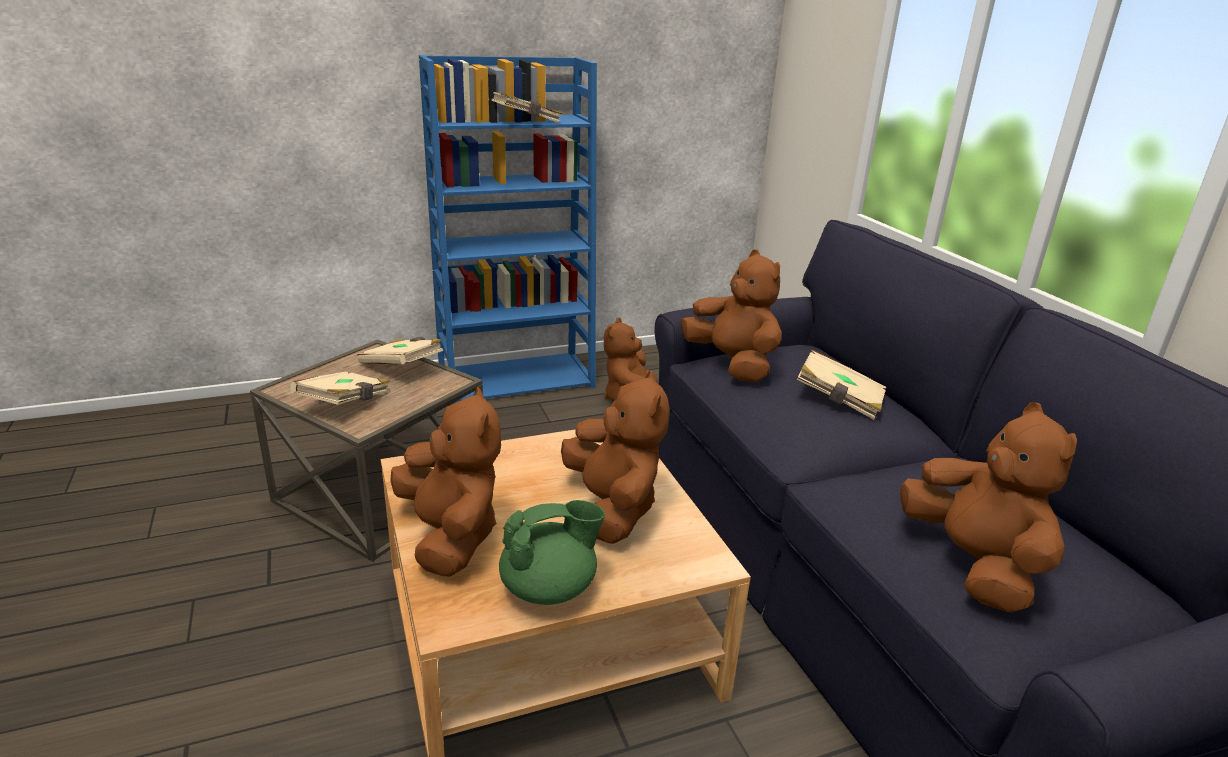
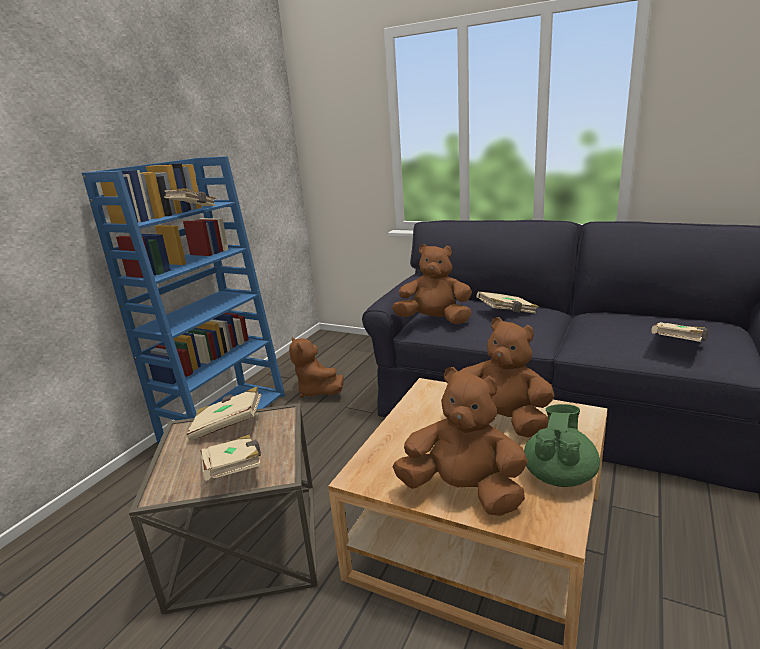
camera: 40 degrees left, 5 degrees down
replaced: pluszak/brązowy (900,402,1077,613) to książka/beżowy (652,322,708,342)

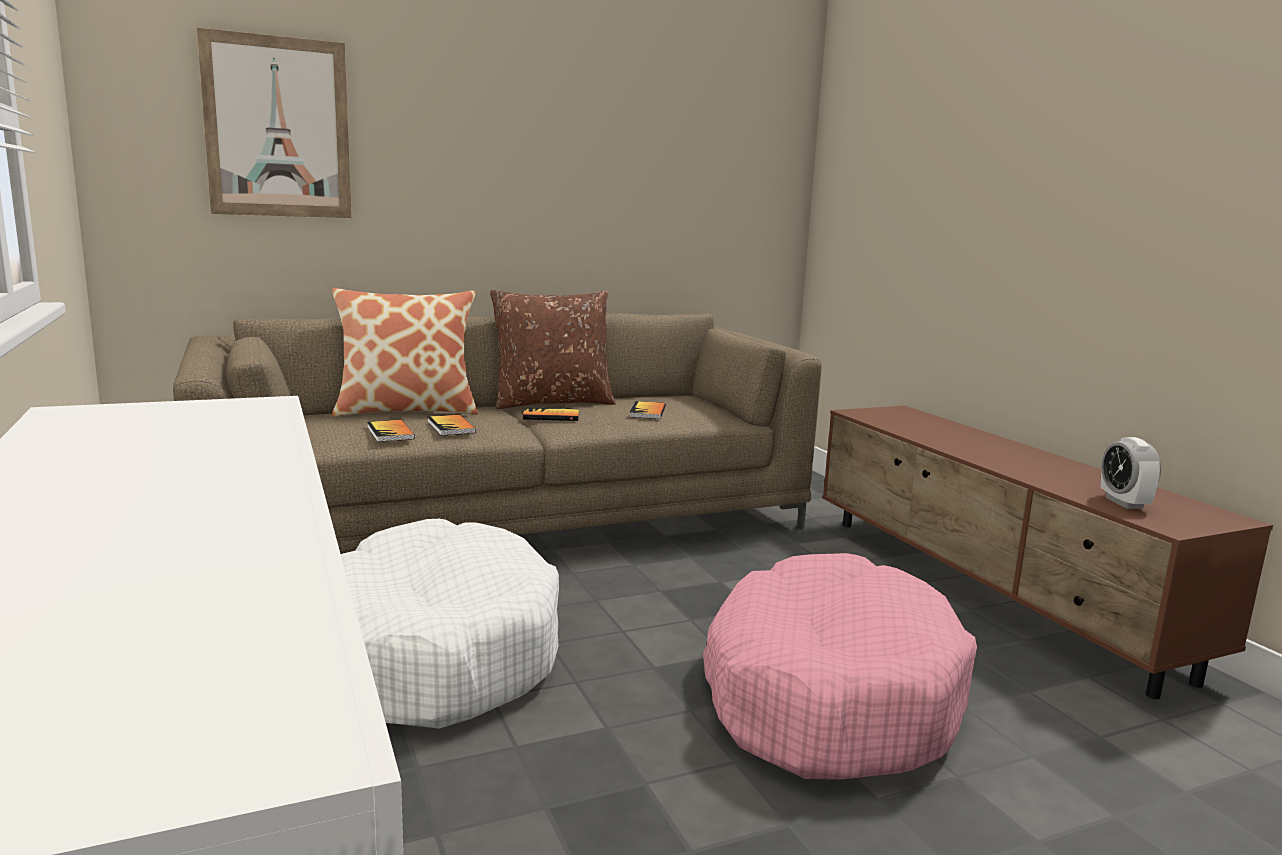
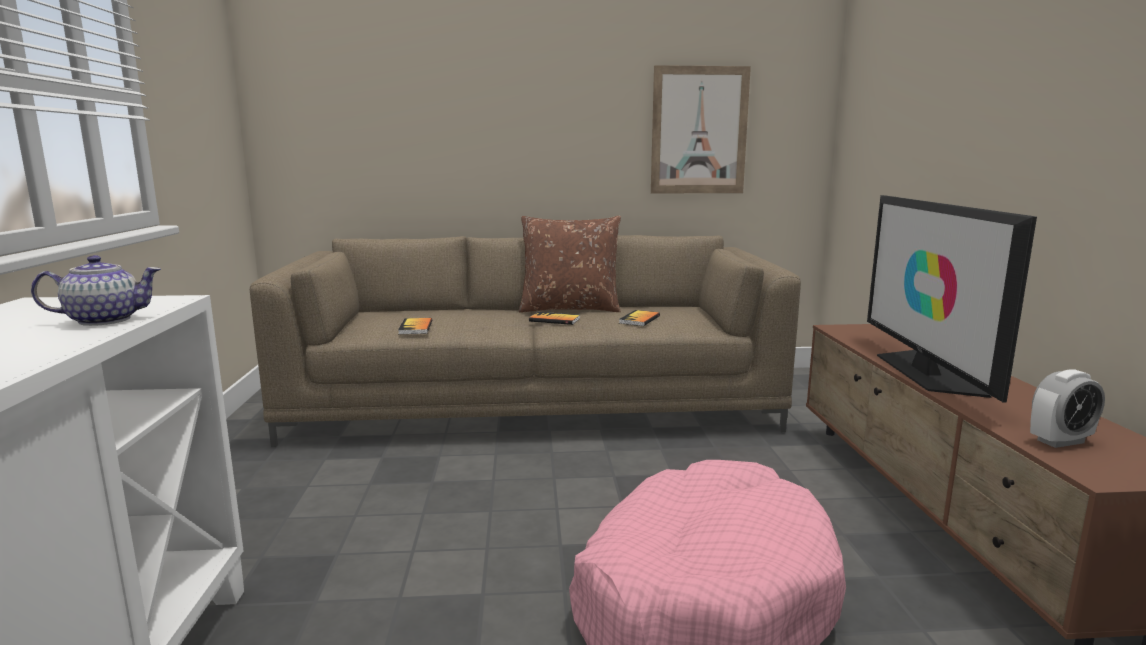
camera: 20 degrees right, 0 degrees up
removed: poduszka (332,288,478,417); legowisko/biały (341,519,559,729); książka (427,415,476,436)
added: imbryk (31,255,161,326); telewizor (867,195,1037,402)
moved: obraz (197,28,351,218) to (651,65,751,194)
turned: budzik (1100,437,1161,509) = (1030,369,1105,448) 120 degrees counterclockwise

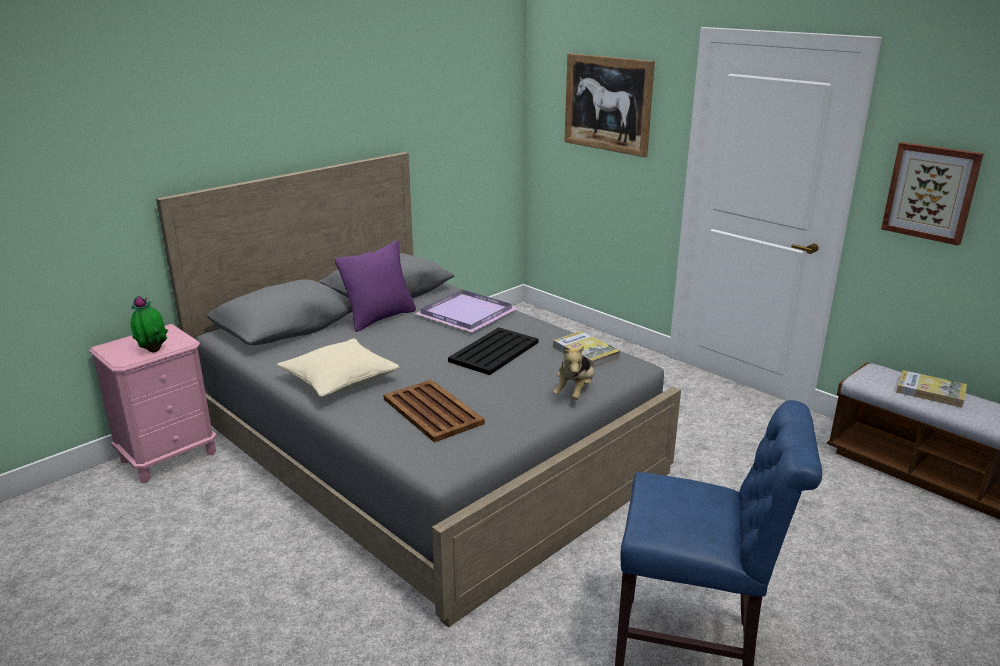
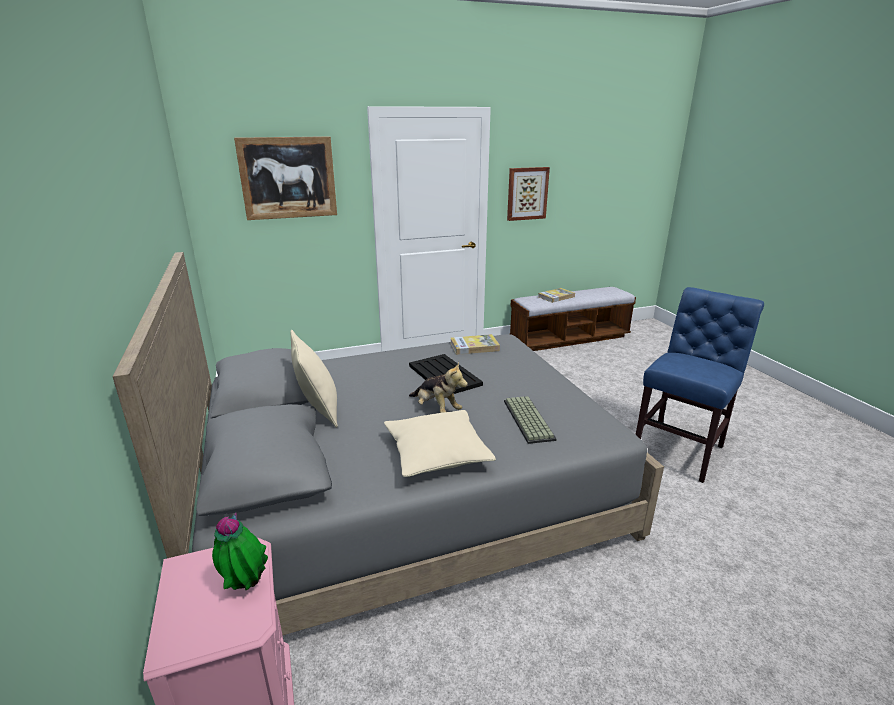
camera: 65 degrees left, 0 degrees up
removed: taca/fioletowy (414,290,518,332)
moved: pluszak (553,346,594,400) to (409,362,468,413)
replaced: taca/brązowy (383,380,485,443) to klawiatura (504,396,556,444)
recoloured: poduszka/fioletowy (335,241,416,332) to poduszka/beżowy (290,330,338,428)

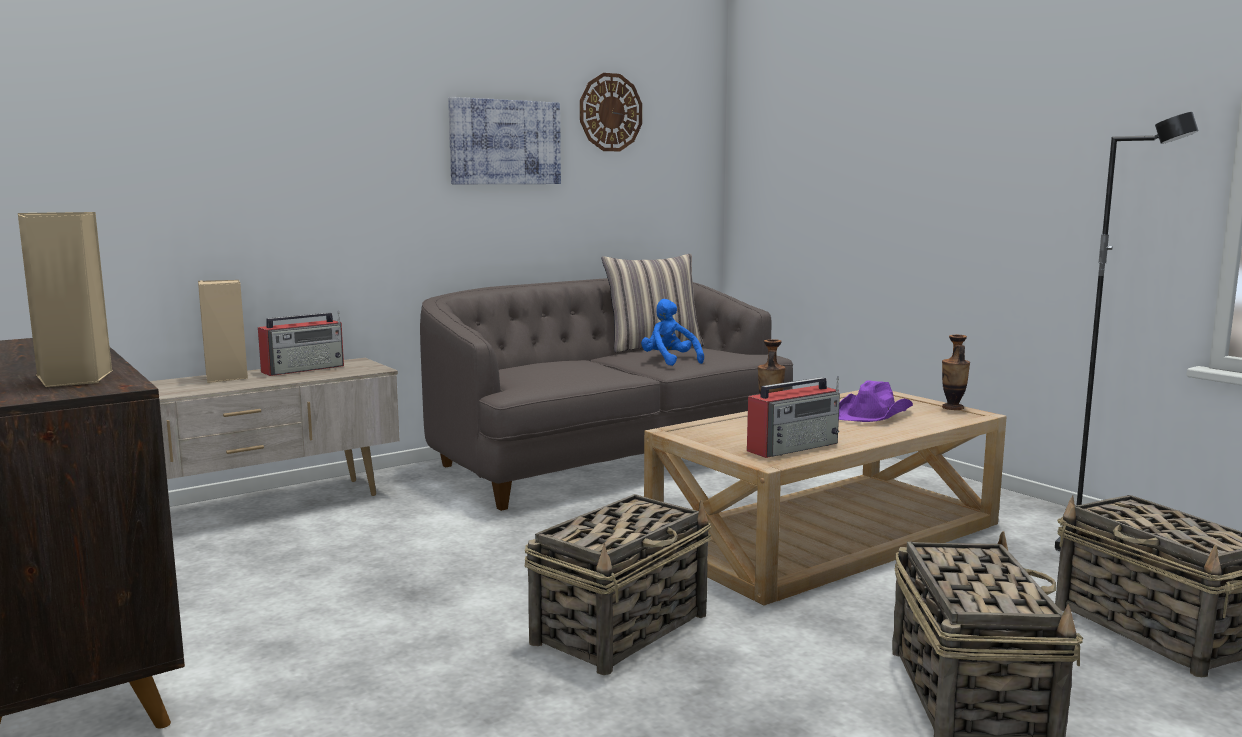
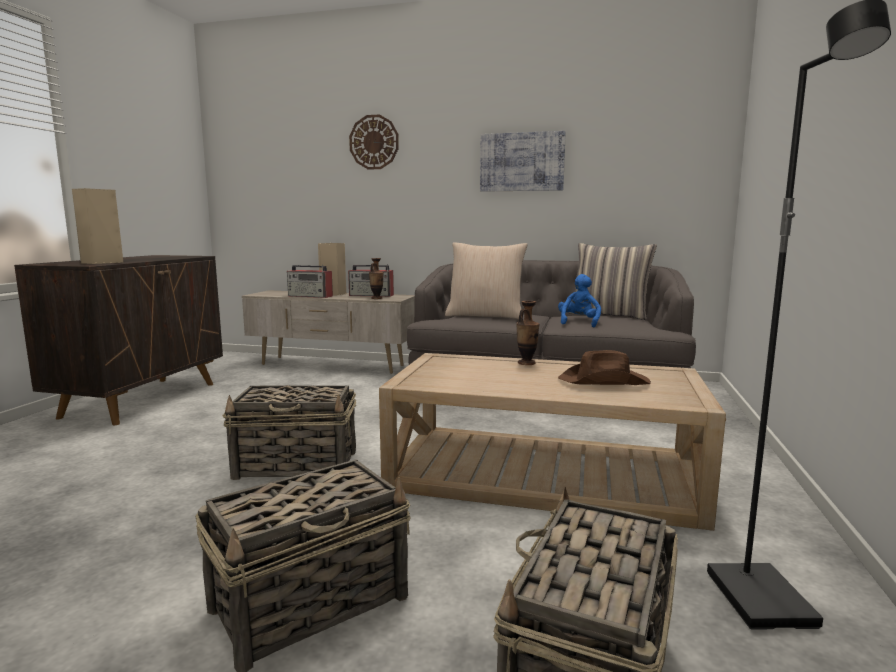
camera: 50 degrees right, 0 degrees up
added: poduszka/beżowy (445,243,527,320)
moved: zegar ścienny (580,73,642,151) to (349,114,399,170); radio (747,376,840,458) to (287,265,333,298); wazon (942,335,970,410) to (369,258,384,299)
recoloured: kapelusz/fioletowy (839,381,913,422) to kapelusz/brązowy (558,350,651,385)

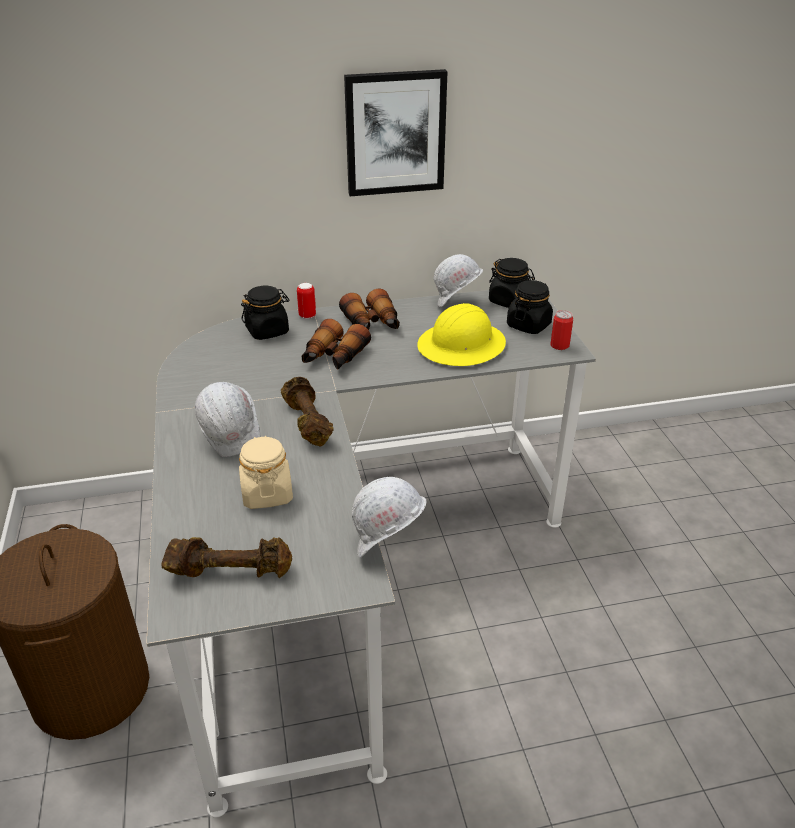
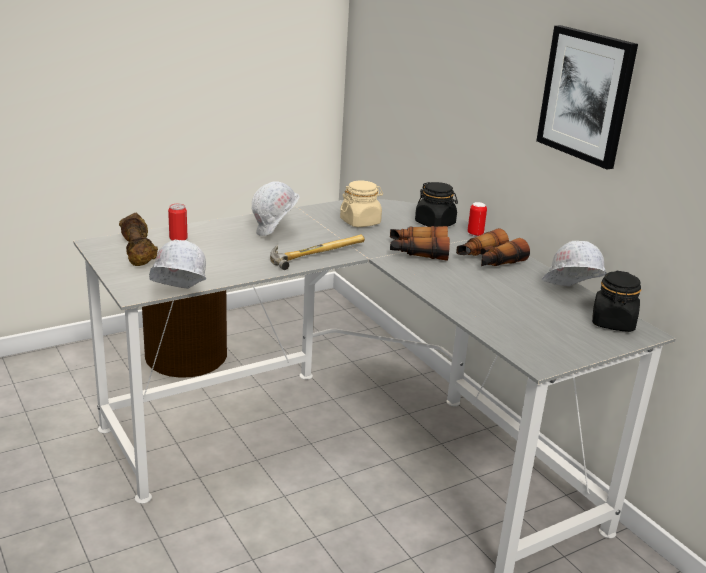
camera: 70 degrees right, 10 degrees down
removed: kask/żółty (417,303,506,366); słoik/czarny (507,280,553,334)
moved: słoik/beżowy (239,436,293,509) to (340,181,383,227); puszka (551,310,573,350) to (168,204,188,241)
replaced: hantel/brązowy (281,377,334,446) to młotek (270,234,365,270)

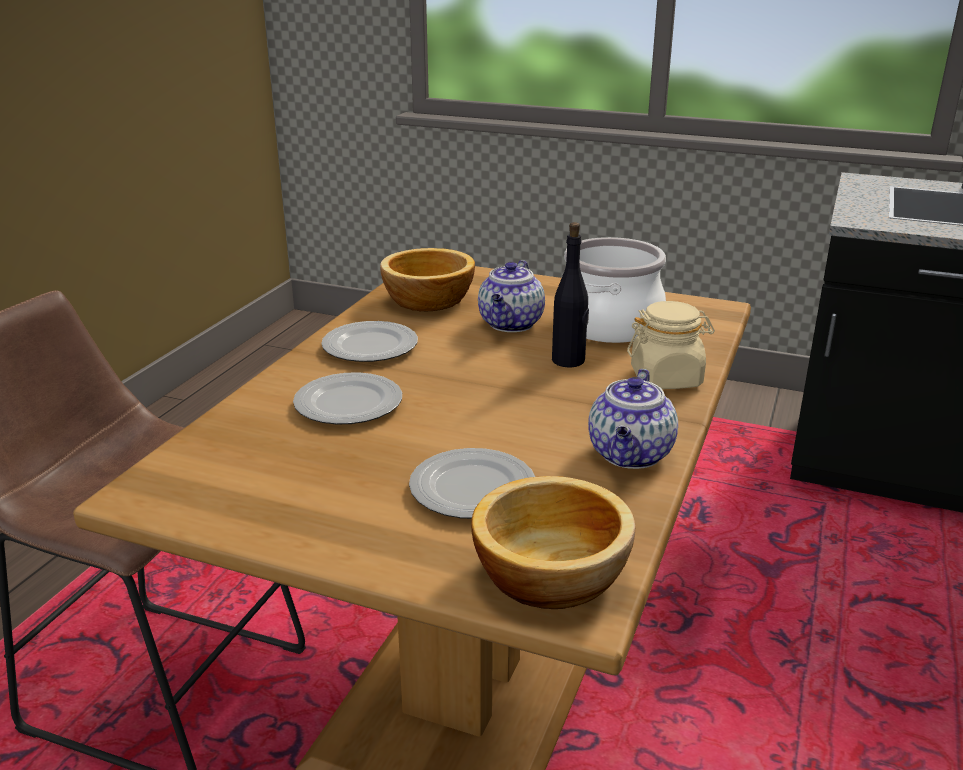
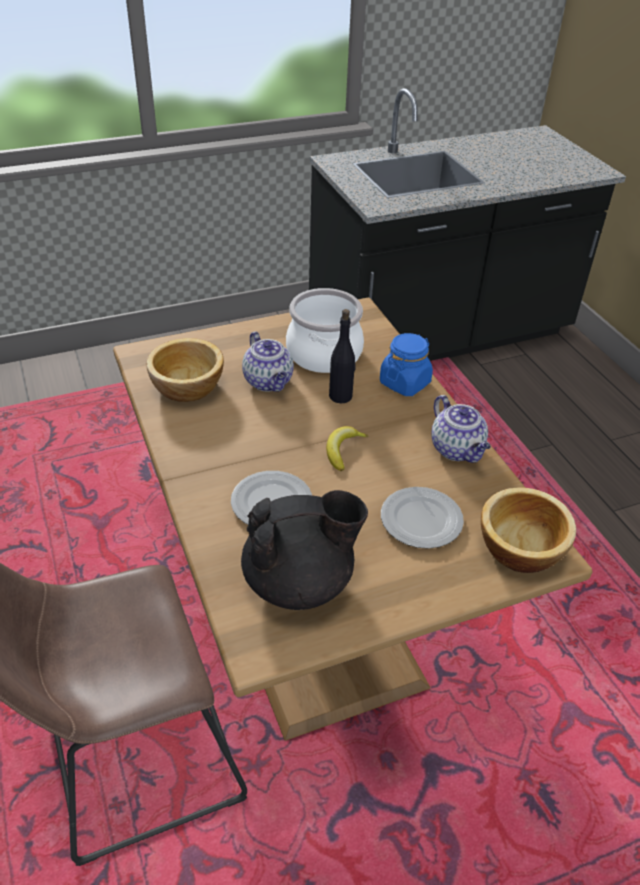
camera: 45 degrees left, 15 degrees up
removed: talerz (321,321,418,362)
added: imbryk/czarny (241,490,368,610); banan (326,426,369,471)
recoloured: słoik/beżowy (627,301,715,389) to słoik/niebieski (380,333,433,396)

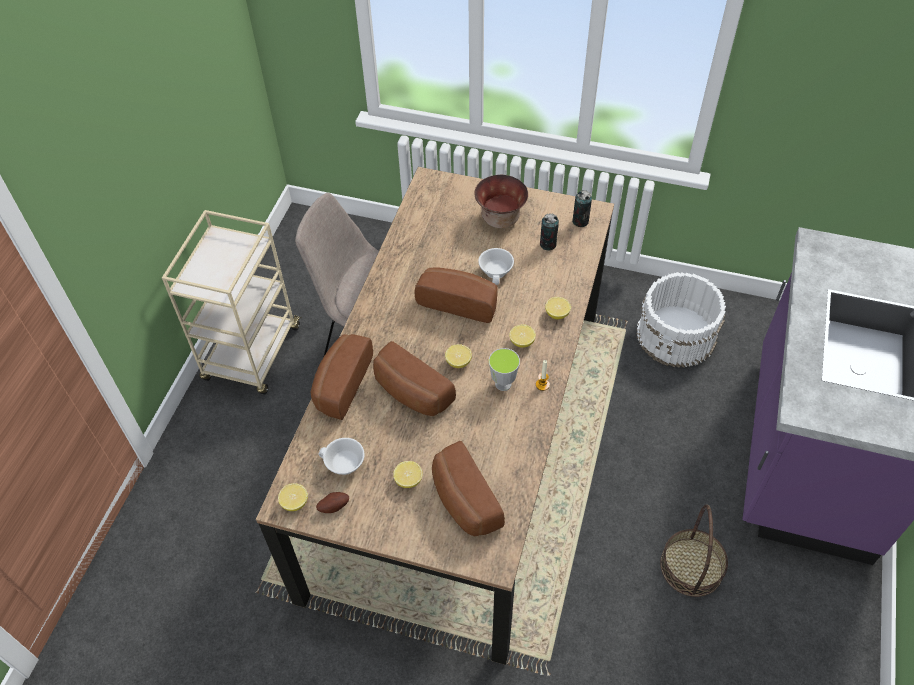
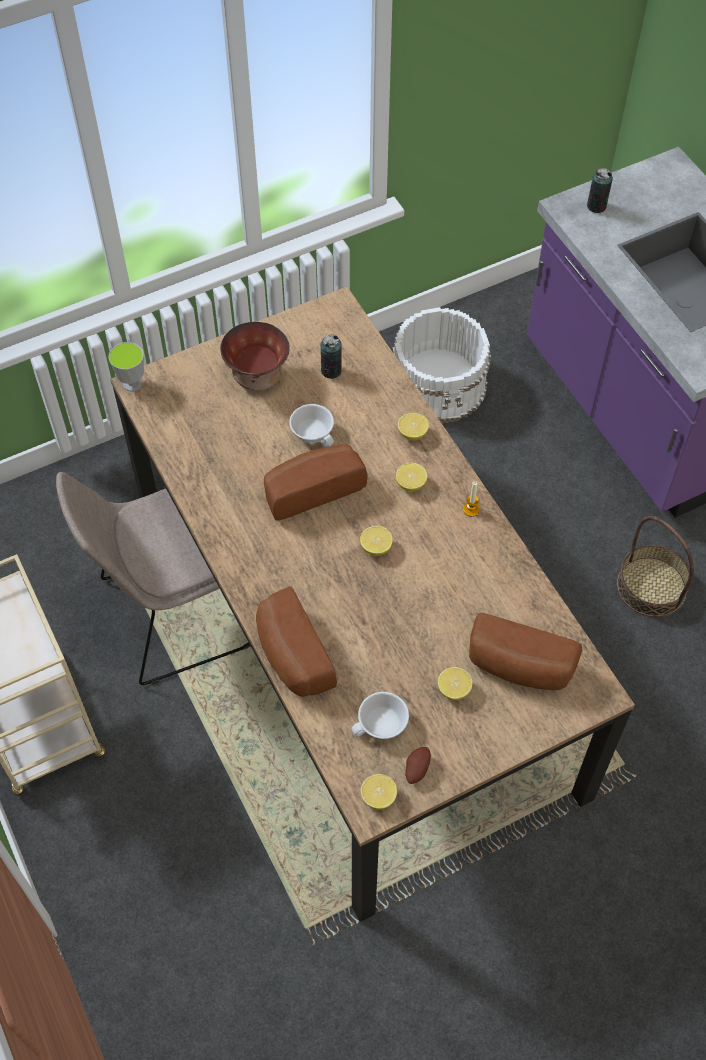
camera: 45 degrees left, 5 degrees up
removed: chleb (373,341,456,416)
moved: filiżanka (489,348,520,391) to (109,342,144,391); puszka (572,190,592,227) to (587,168,613,213)

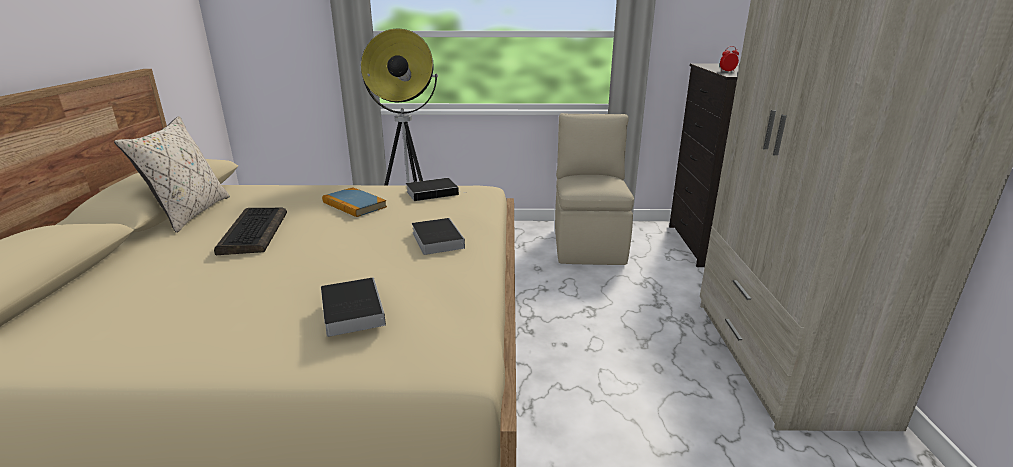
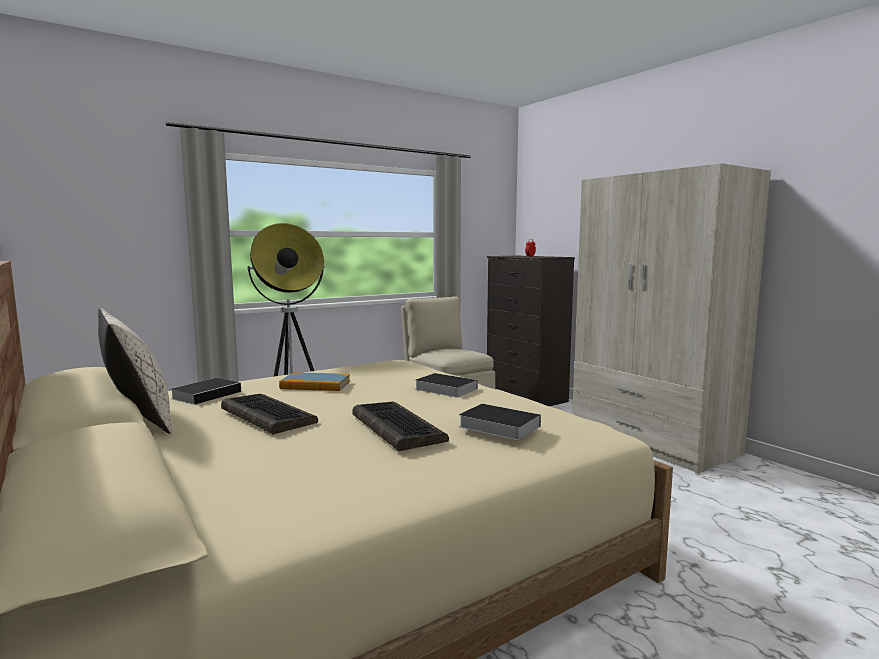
camera: 35 degrees left, 15 degrees down
added: klawiatura (353,402,449,451)
moved: książka (406,178,464,201) to (171,378,245,405)

